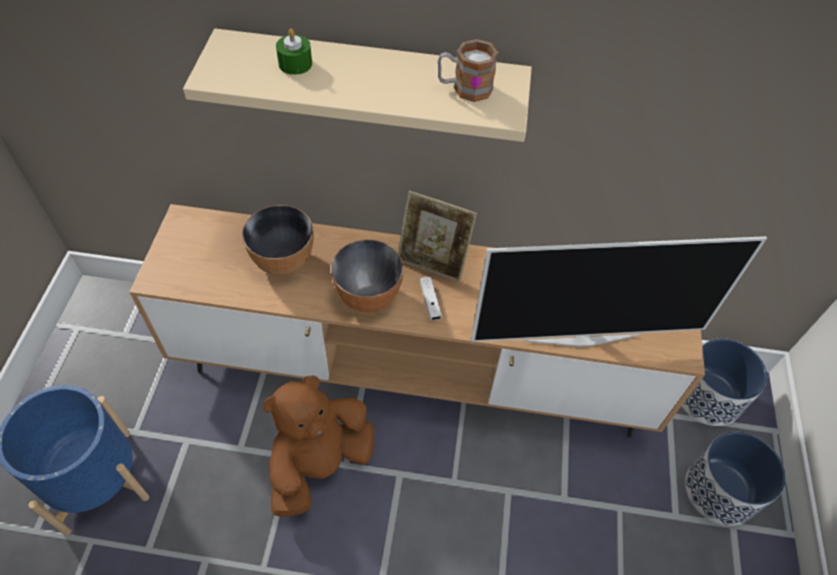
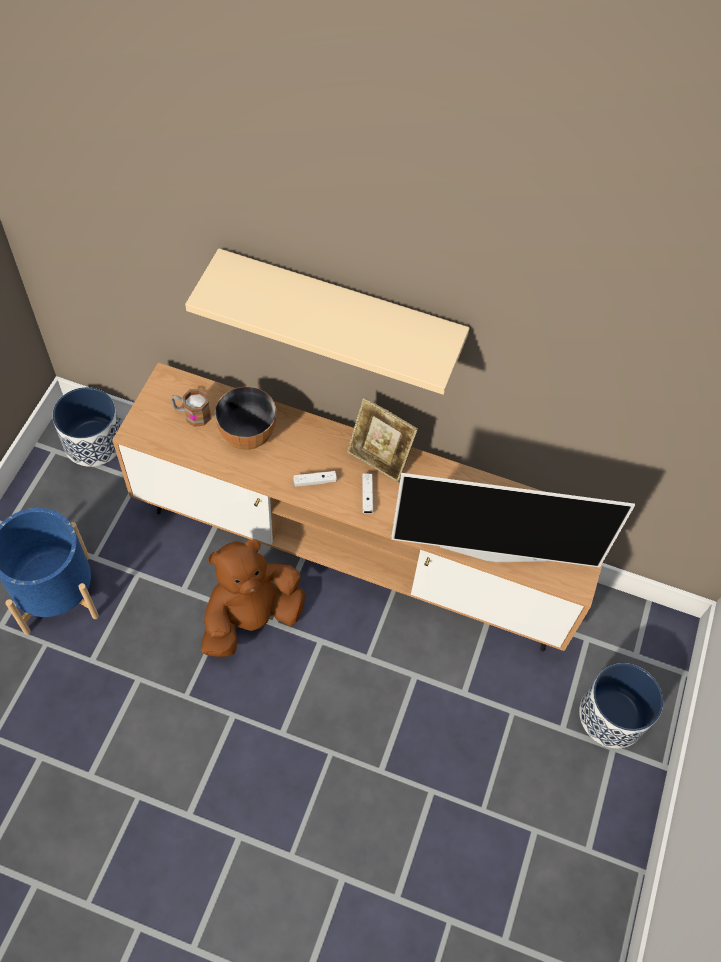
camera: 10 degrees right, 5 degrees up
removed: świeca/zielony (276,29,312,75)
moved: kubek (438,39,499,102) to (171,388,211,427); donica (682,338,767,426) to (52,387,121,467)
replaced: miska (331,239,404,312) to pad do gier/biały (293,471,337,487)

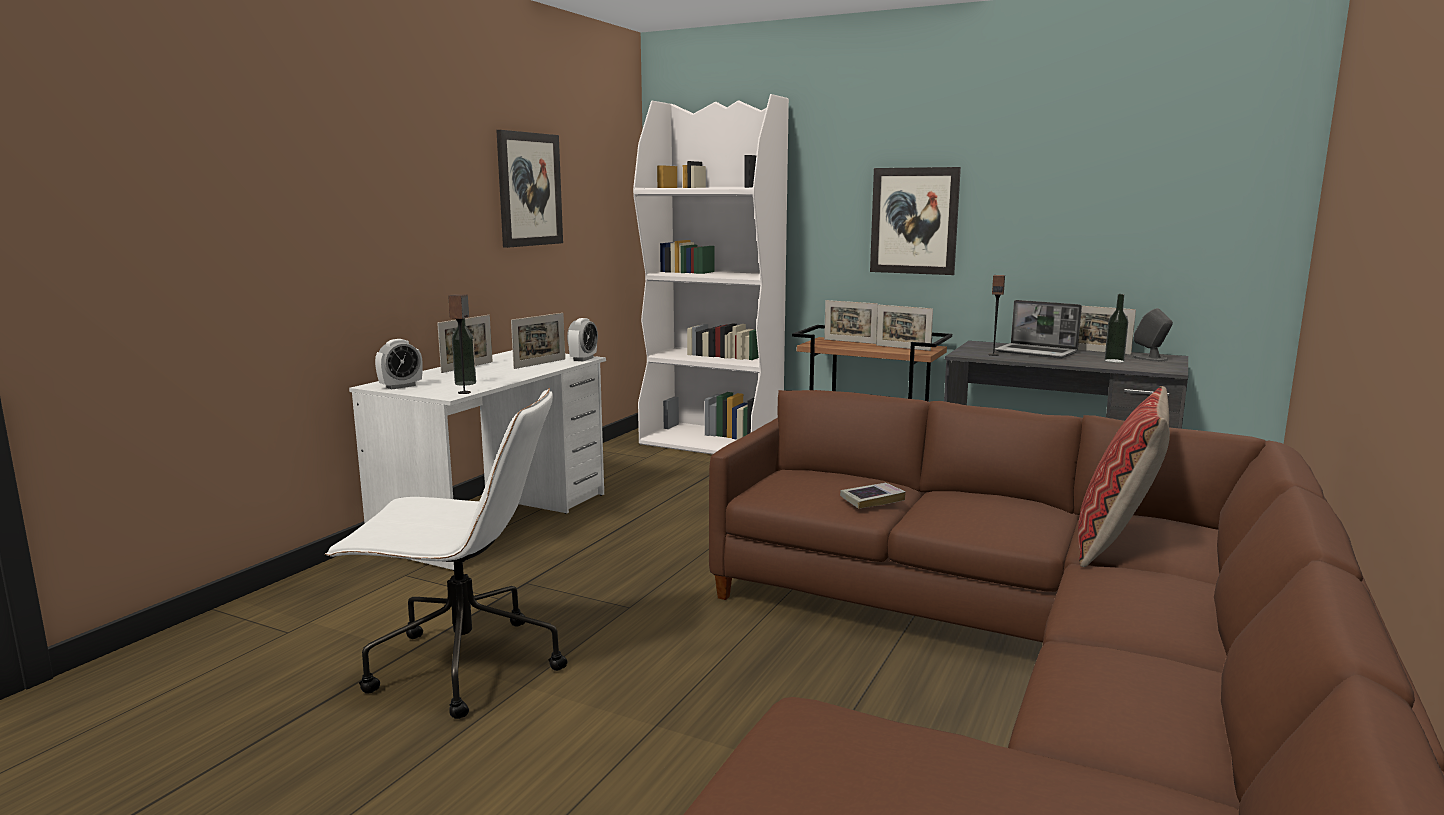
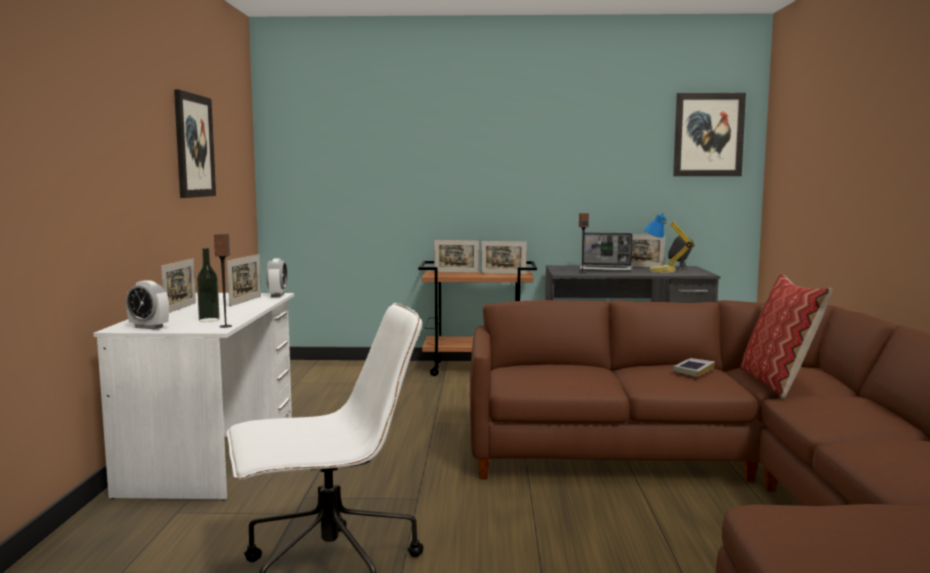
camera: 25 degrees left, 5 degrees down
removed: regał/biały (633,94,789,455)
moved: książka (840,483,906,509) to (673,358,715,377); obraz (870,167,961,275) to (673,93,746,176)
replaced: butelka (1105,294,1128,363) to lampa stołowa (644,213,695,273)
turned: budzik (375,339,423,389) = (126,280,169,329) 90 degrees clockwise

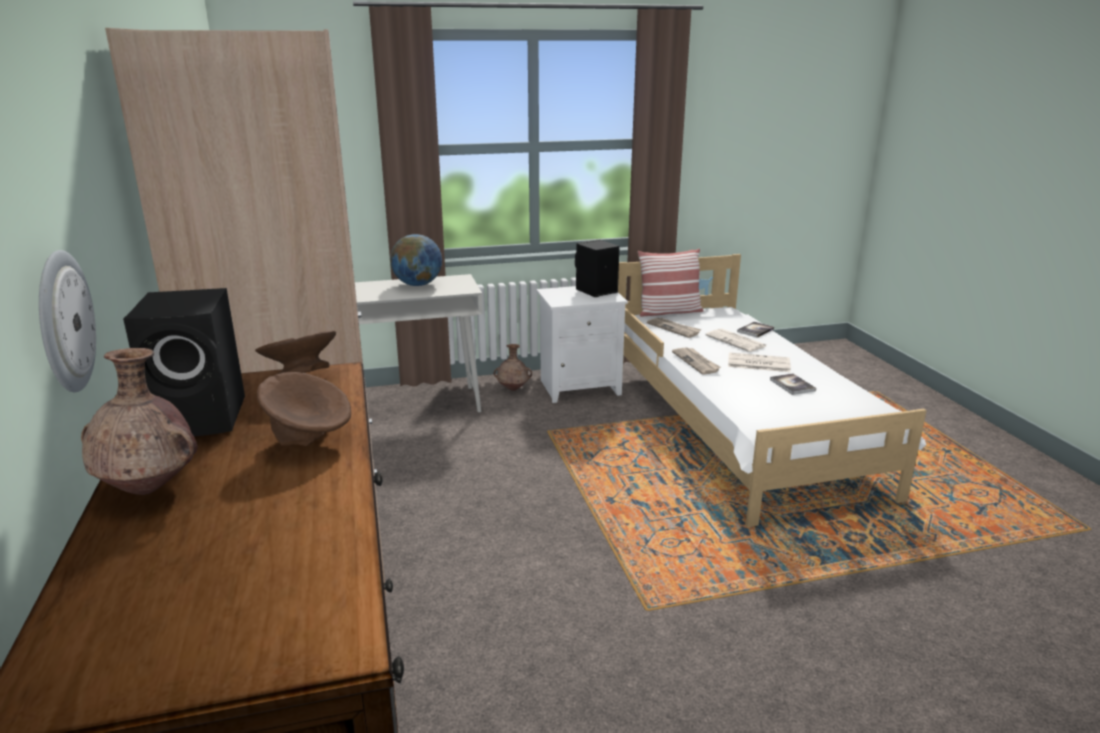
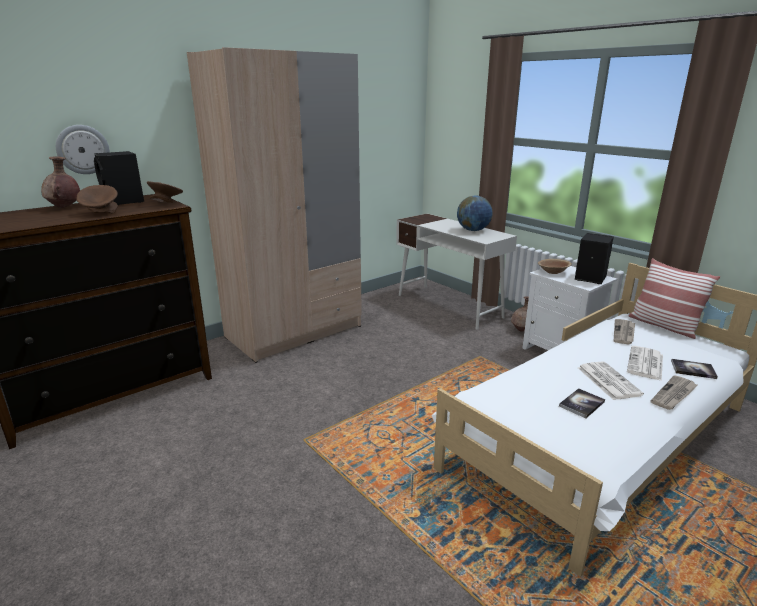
camera: 65 degrees right, 0 degrees up
added: miska/brązowy (538,259,572,274)
moved: gazeta (672,347,721,375) to (650,375,697,410)

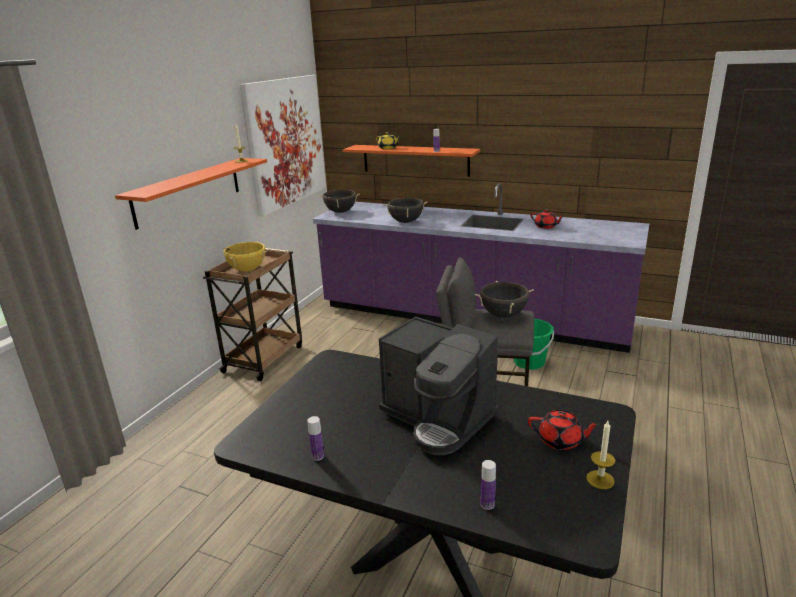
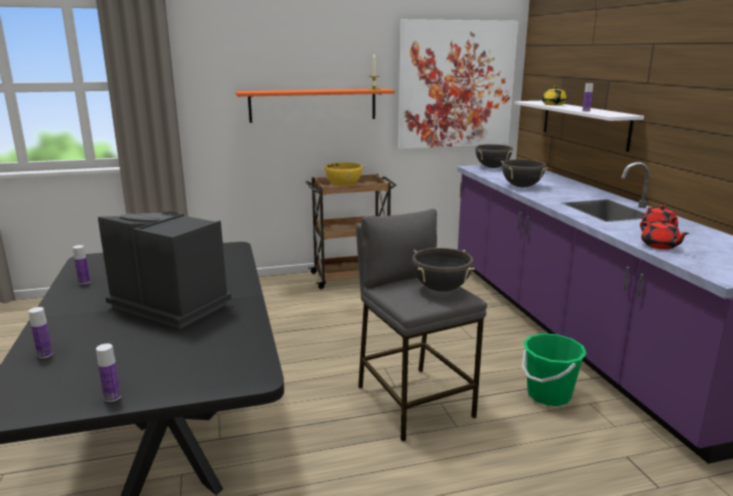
camera: 50 degrees right, 5 degrees down
moved: imbryk/czerwony (528,410,601,450) to (640,219,690,249)
replaced: świeca (586,421,615,489) to butelka (96,343,121,402)
recoloured: półka/pomarańczowy (343,145,480,177) to półka/biały (515,101,644,152)
turned: ekspres do kawy (379,316,499,455) = (98,211,231,329) 120 degrees clockwise

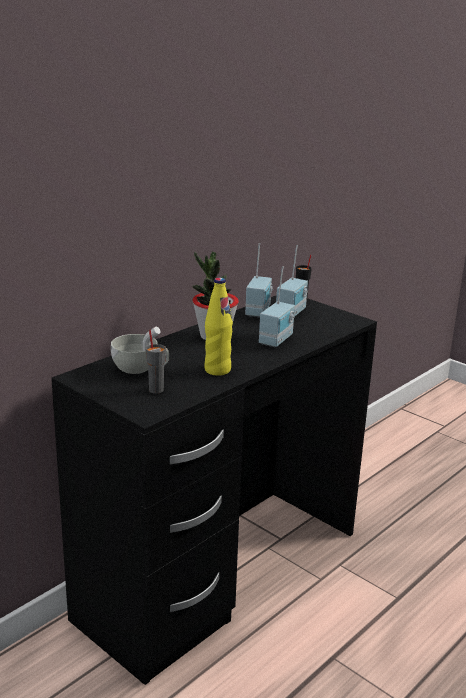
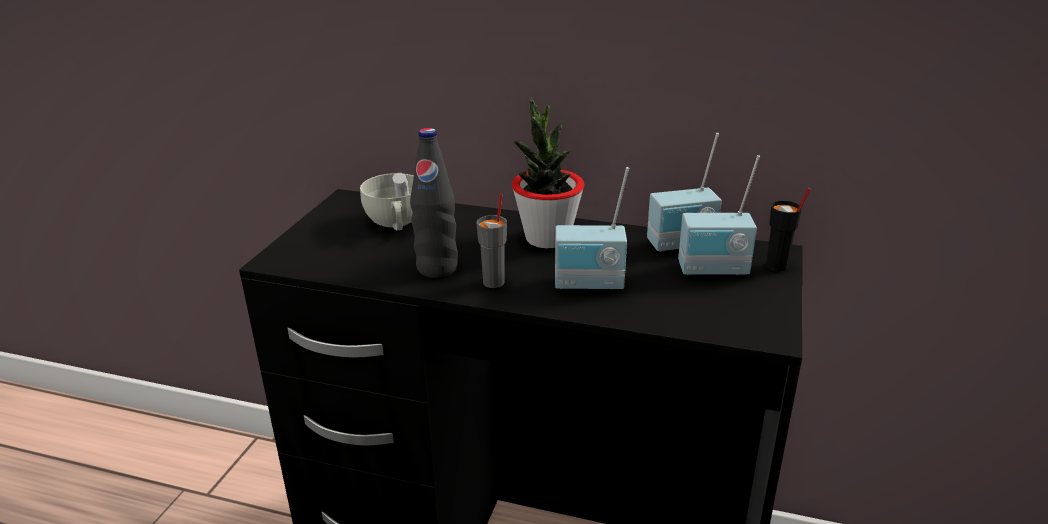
camera: 65 degrees right, 5 degrees up
moved: filiżanka/szary (146,330,166,394) to (476,194,507,288)
recoloured: butelka/żółty (205,278,233,376) to butelka/czarny (410,128,458,278)

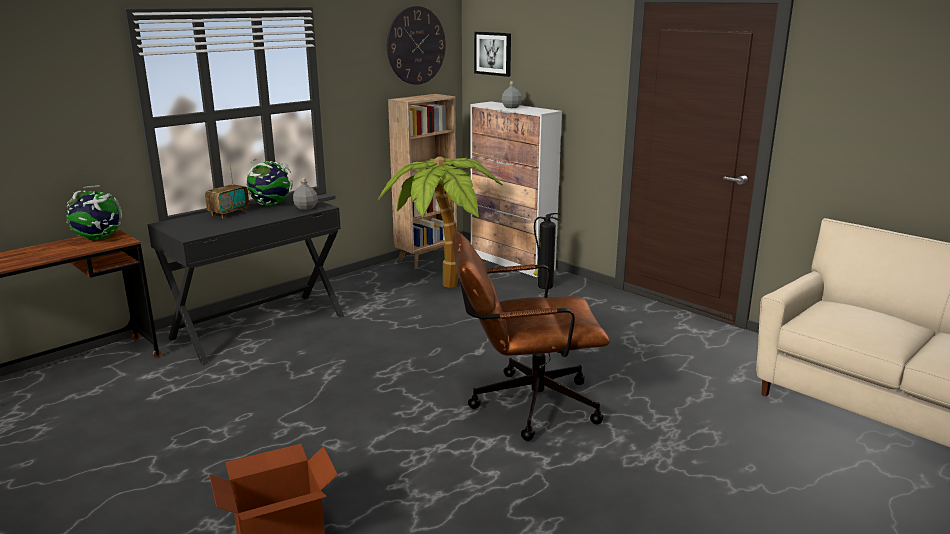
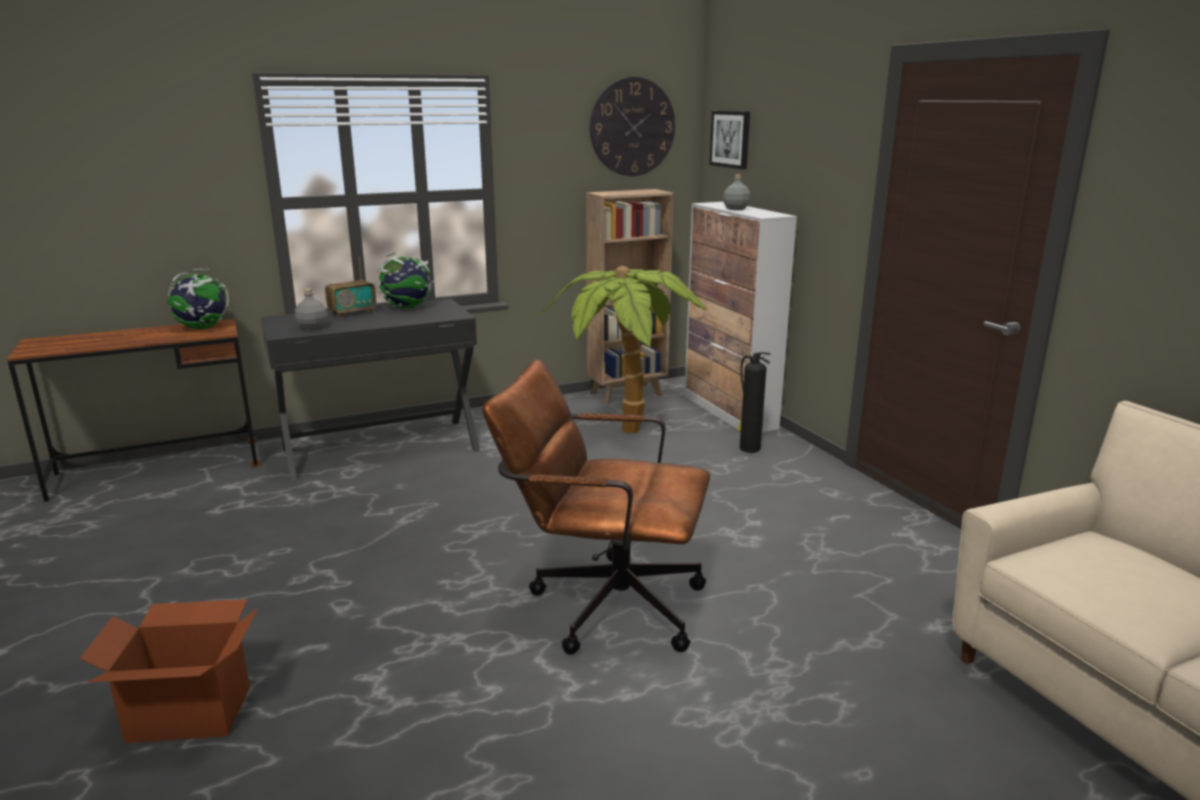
camera: 20 degrees right, 0 degrees up
moved: butelka/szary (293,178,318,210) to (295,289,328,330)

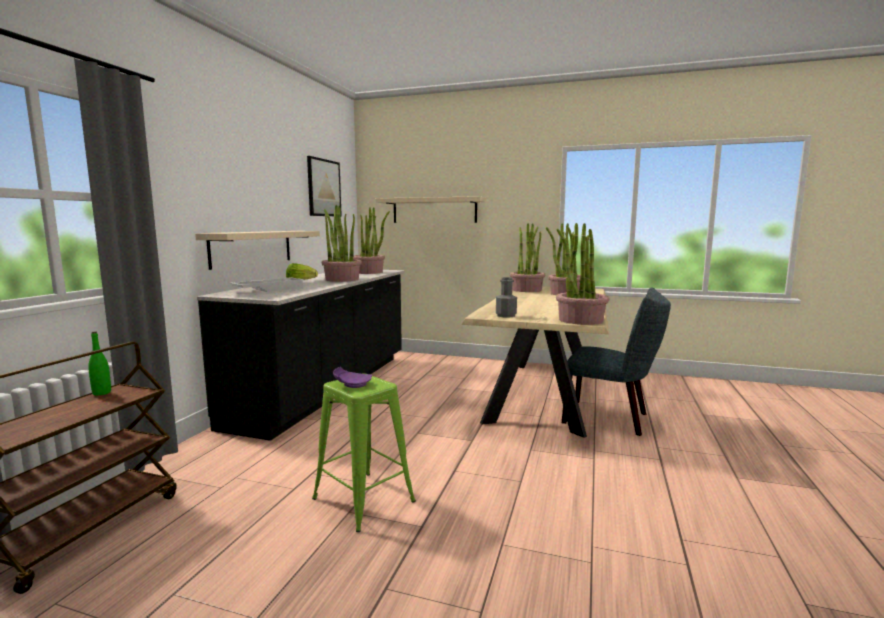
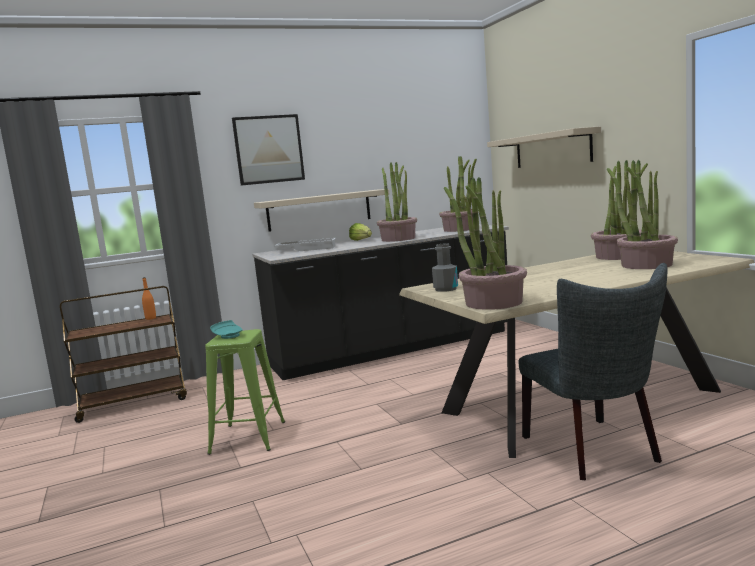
camera: 50 degrees right, 0 degrees up
moved: obraz (307,156,342,217) to (232,114,305,186)
recoloured: butelka/zielony (88,331,111,396) to butelka/pomarańczowy (142,277,156,320); talerz/fioletowy (333,367,372,388) to talerz/turkusowy (210,320,243,339)

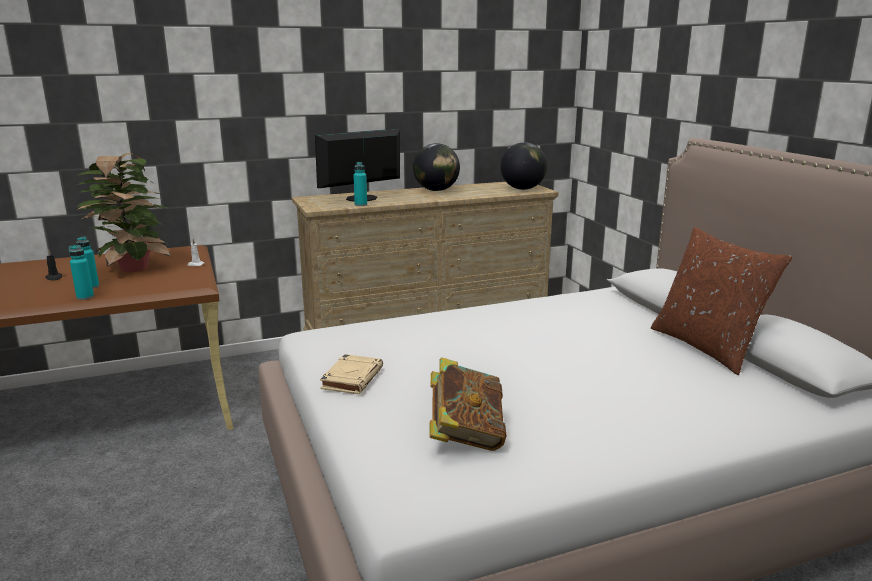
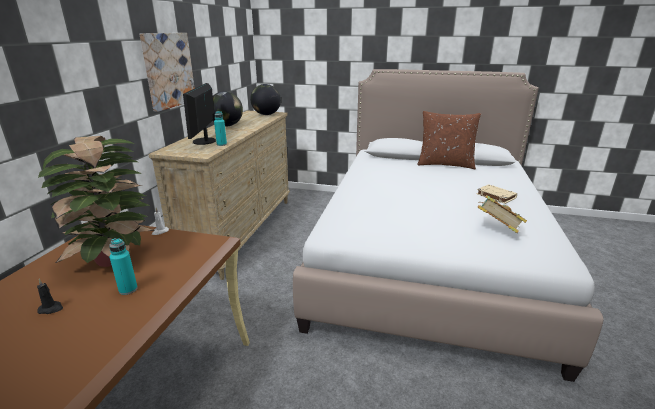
camera: 55 degrees left, 5 degrees up
removed: butelka/turkusowy (69,245,94,300)
added: obraz (140,33,194,112)
moved: książka/beżowy (320,354,383,394) to (477,184,517,204)

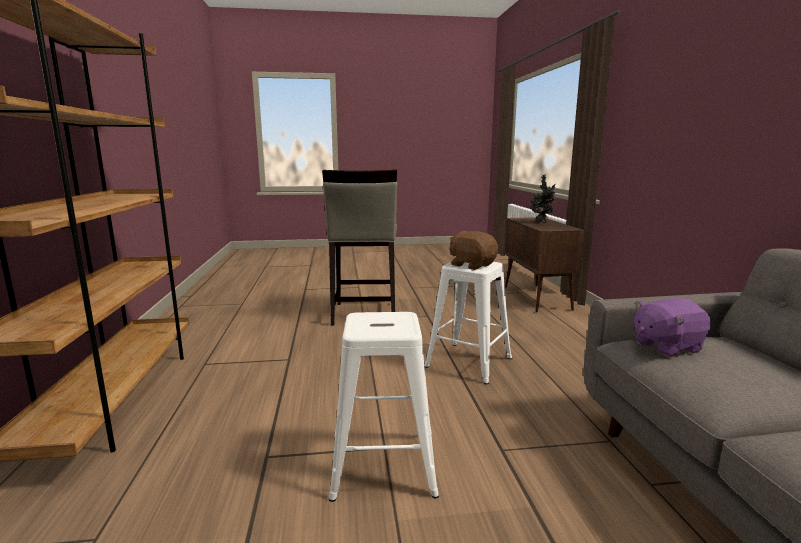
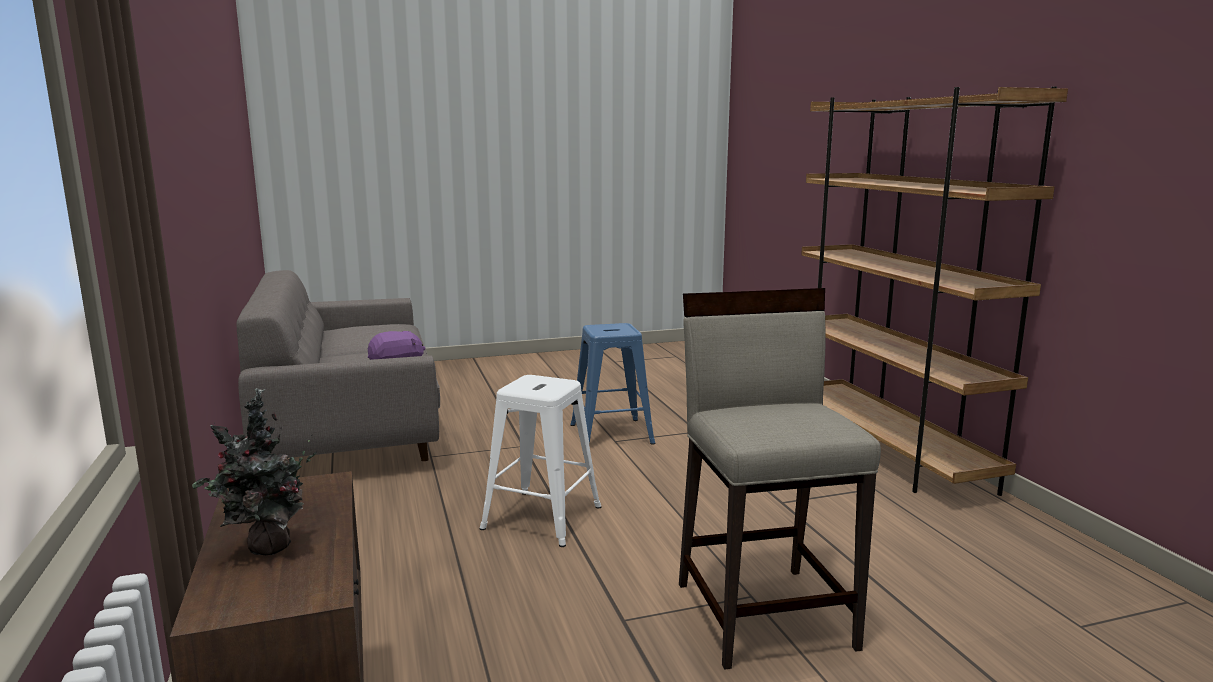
camera: 170 degrees right, 0 degrees up
removed: pluszak/brązowy (449,231,498,270)
recoloured: stołek/biały (329,312,439,502) to stołek/niebieski (570,323,656,445)

